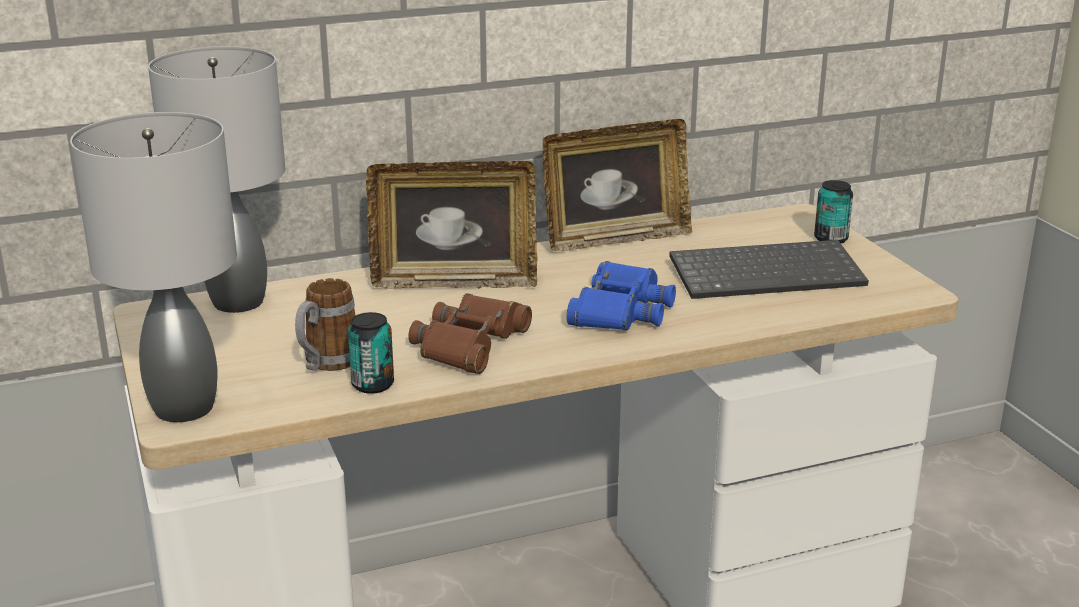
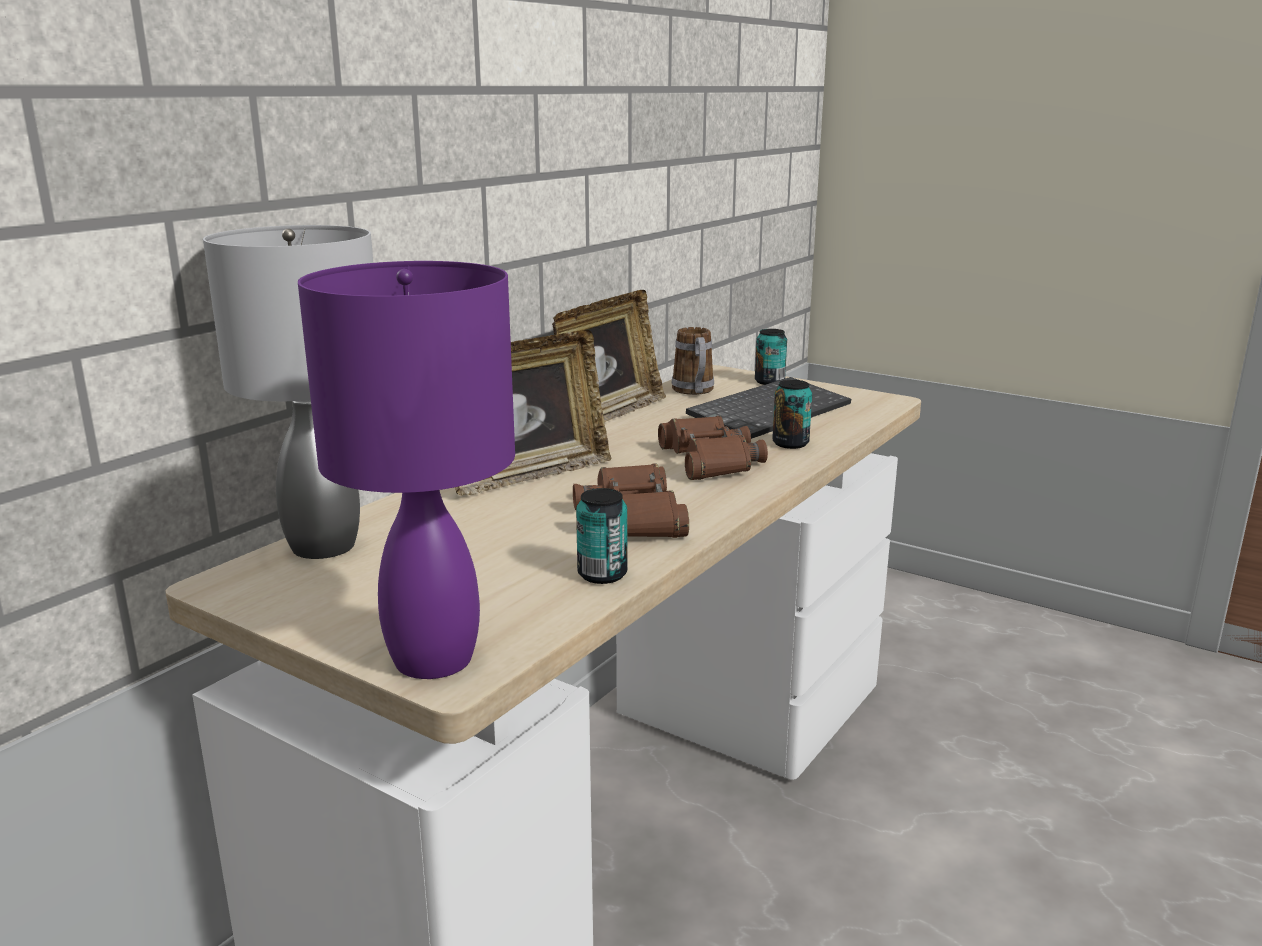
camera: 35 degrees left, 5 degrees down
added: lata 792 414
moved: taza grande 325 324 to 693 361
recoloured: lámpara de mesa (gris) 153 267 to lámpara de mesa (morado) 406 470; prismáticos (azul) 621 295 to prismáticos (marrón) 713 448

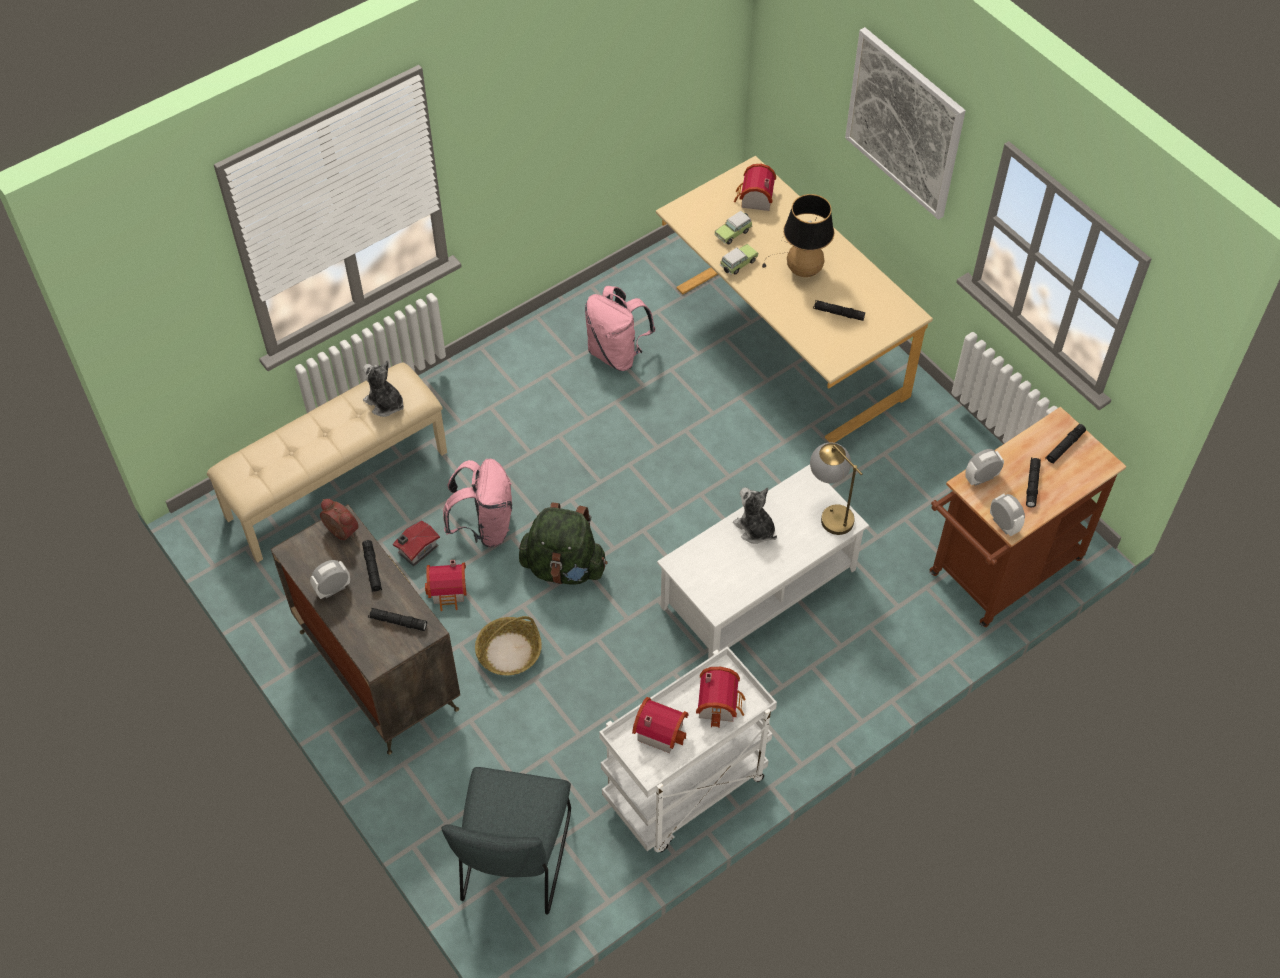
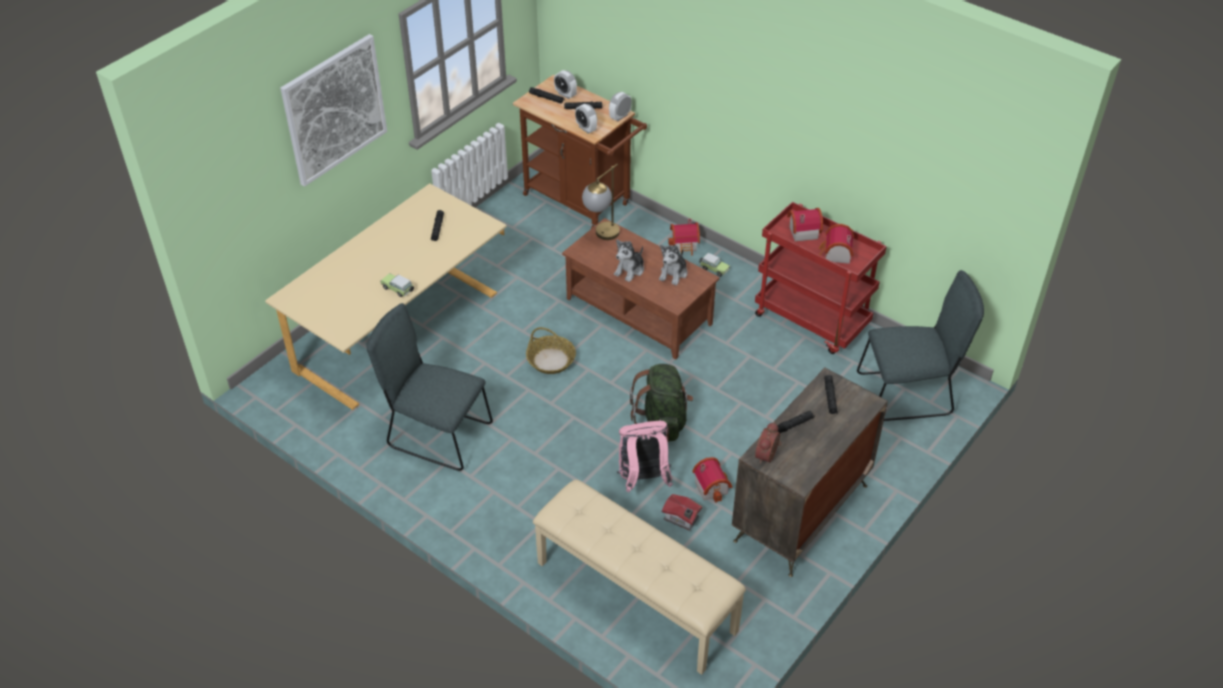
camera: 105 degrees left, 10 degrees down
removed: lámpara de mesa 798 235
moved: despertador 330 579 to 565 84; peluche 383 388 to 673 265; cesta 508 645 to 551 350; coche de juguete 733 228 to 714 265; casita 755 187 to 684 237
replaced: mochila (rosa) 620 328 to silla (gris) 429 387
recoloured: carrito (blanco) 688 749 to carrito (rojo) 821 278; mesa de centro (blanco) 763 561 to mesa de centro (marrón) 641 289

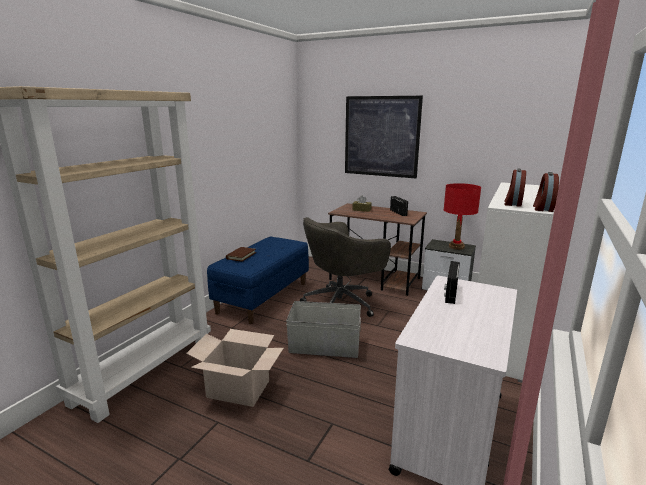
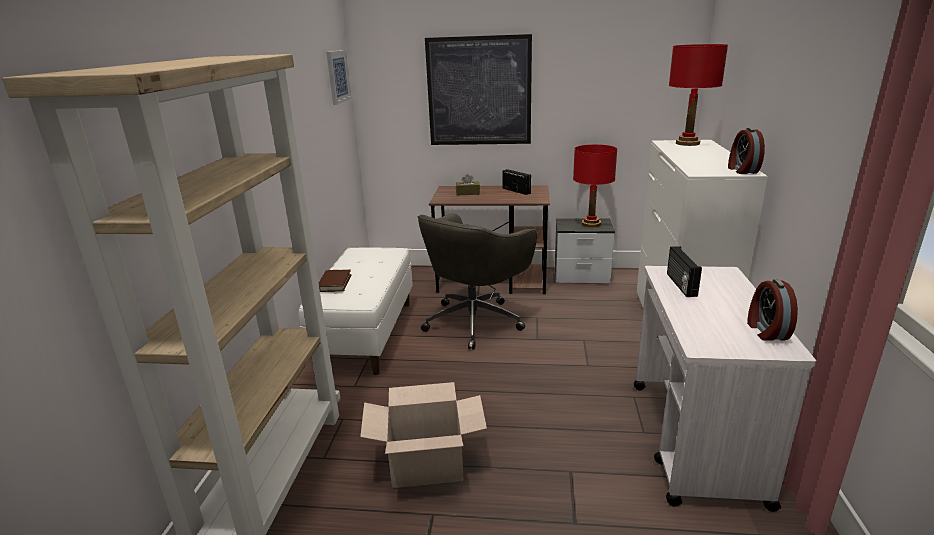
camera: 20 degrees left, 5 degrees up
removed: caja de almacenaje (gris) 323 329
added: cuadro 338 77; lámpara de mesa (rojo) 698 95
moved: despertador 515 188 to 772 310
recoloured: banco (azul) 258 280 to banco (blanco) 356 311

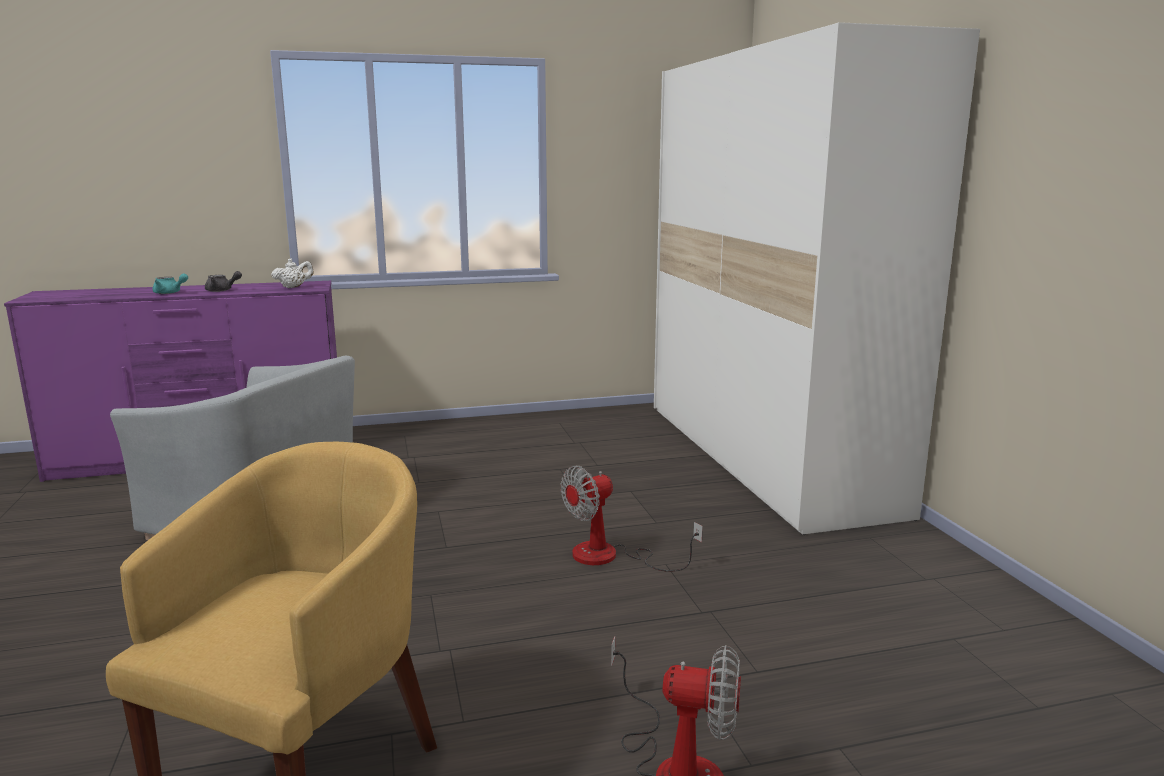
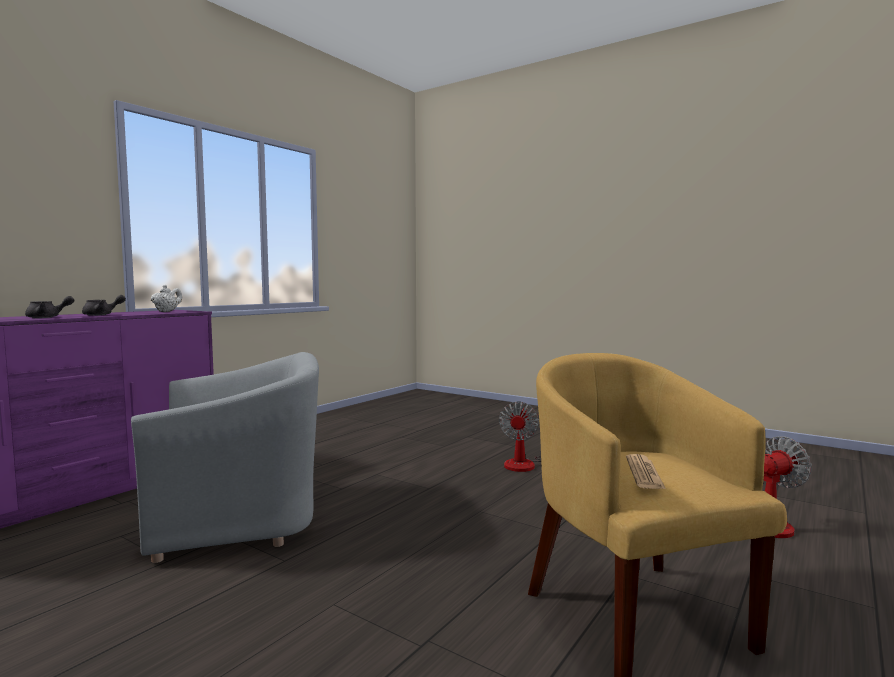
camera: 40 degrees left, 10 degrees down
removed: armario ropero (blanco) 817 278
added: periódico 646 471
recoloured: tetera (turquesa) 170 284 to tetera (gris) 50 307

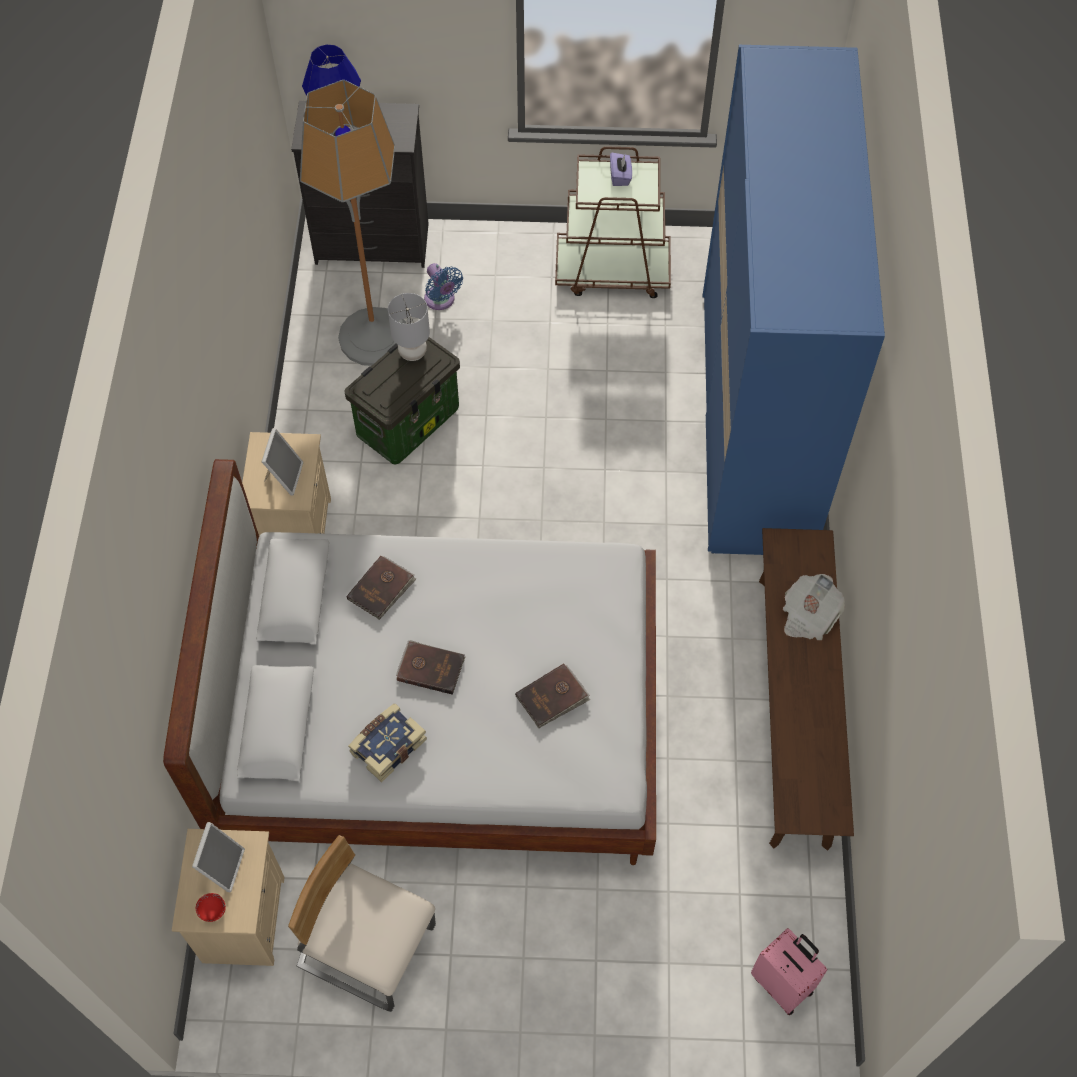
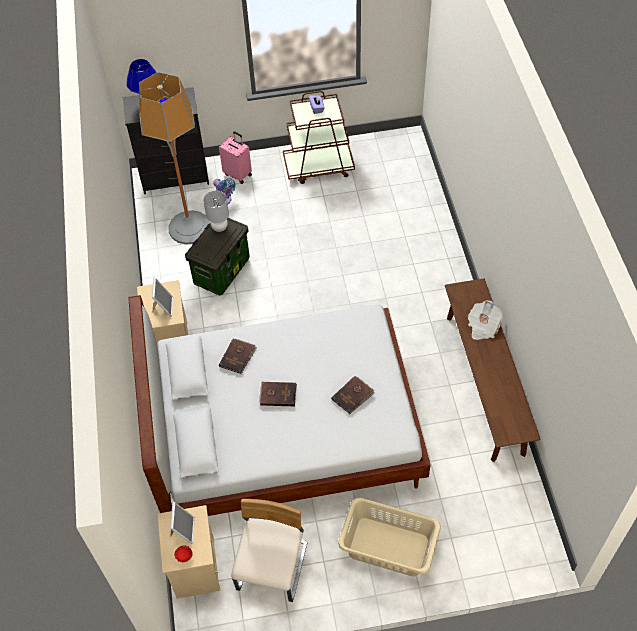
camera: 10 degrees left, 5 degrees down
removed: libro 387 743; armario ropero (azul) 794 300
added: cesto de la ropa (beis) 389 537
moved: maleta (rosa) 789 971 to 235 157
turned: silla (beis) 362 923 = 269 550 90 degrees clockwise

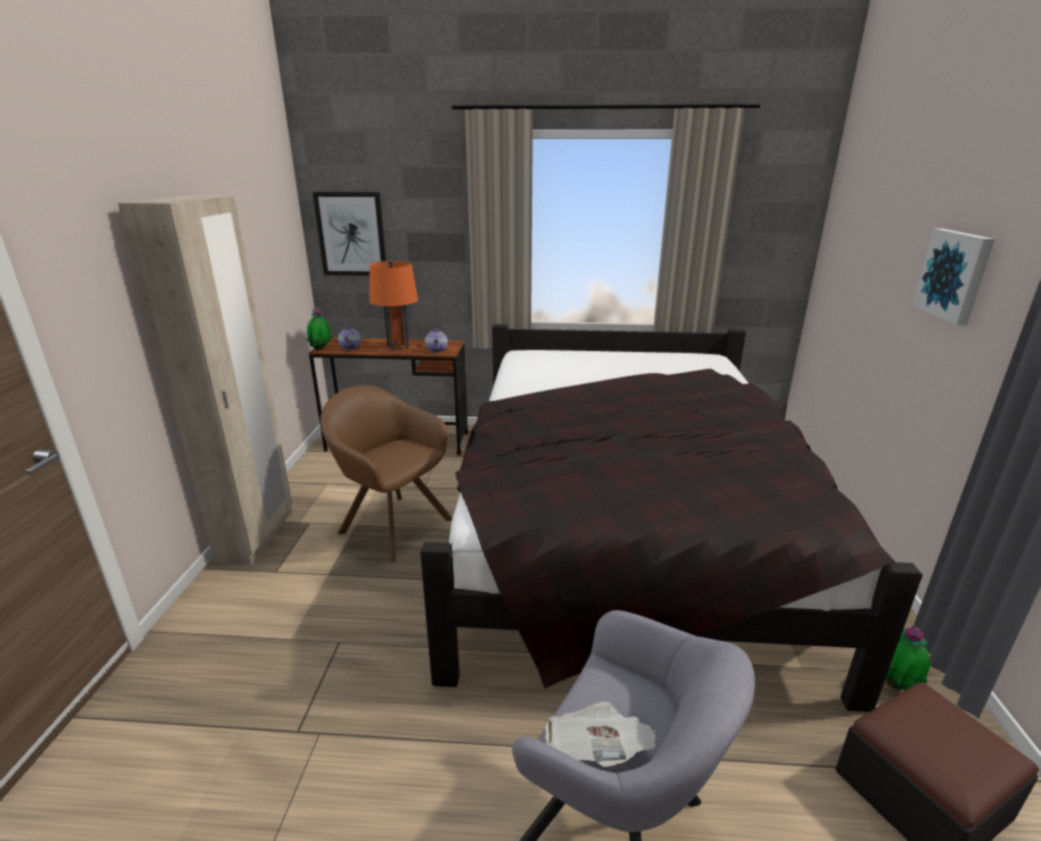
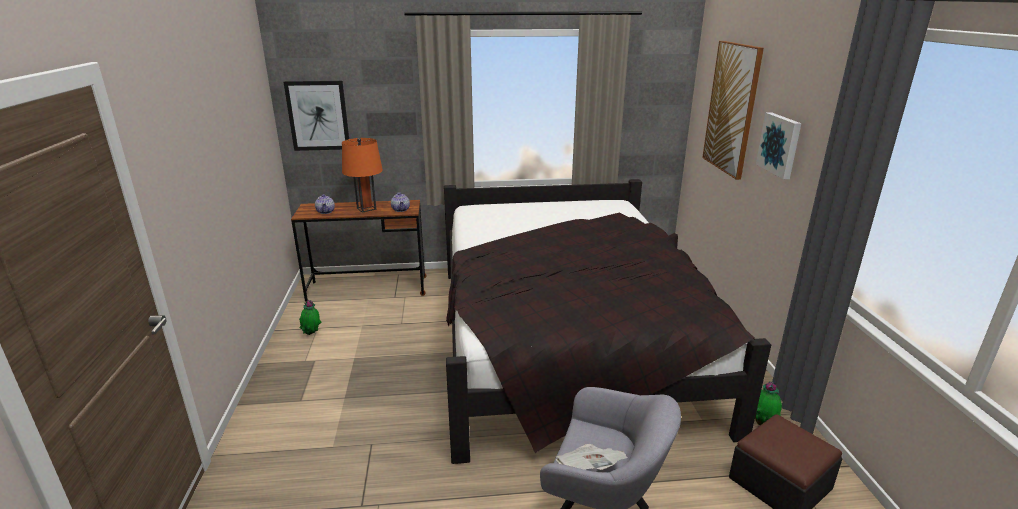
camera: 10 degrees left, 0 degrees up
removed: armario ropero (beis) 205 380; sillón (marrón) 386 473
added: cuadro 733 110
moved: planta en maceta 319 328 to 310 317

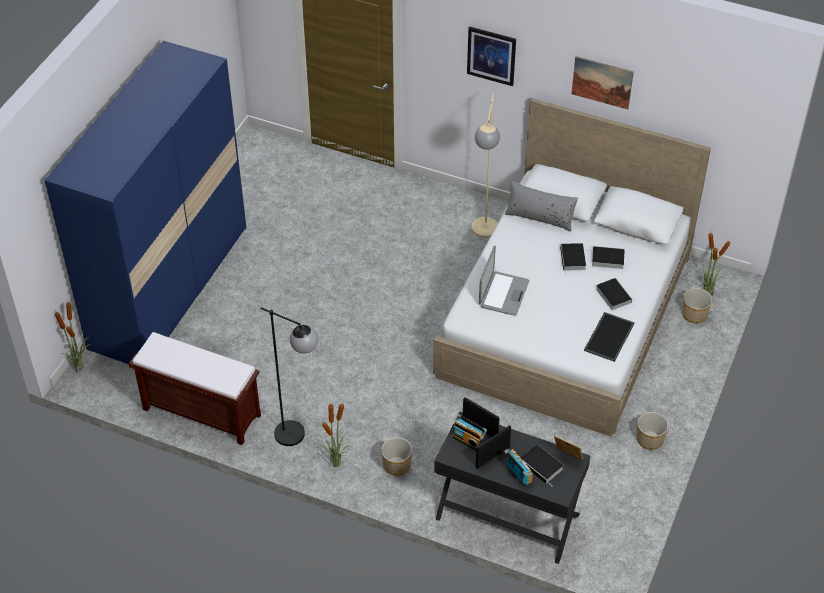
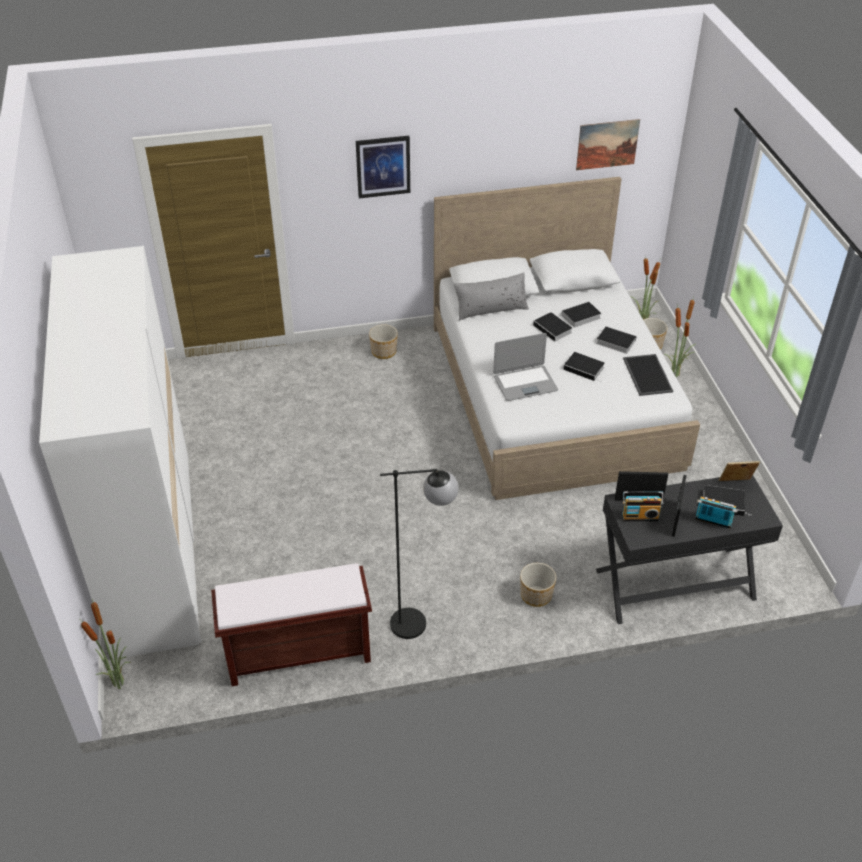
camera: 35 degrees left, 5 degrees down
removed: lámpara de pie (beis) 486 166
added: libro 584 367
moved: planta en maceta 335 435 to 680 337; cuadro 603 83 to 608 144; maceta 652 431 to 383 341
recoloured: armario ropero (azul) 145 202 to armario ropero (blanco) 120 452
turned: portátil 504 280 = 525 367 90 degrees clockwise

